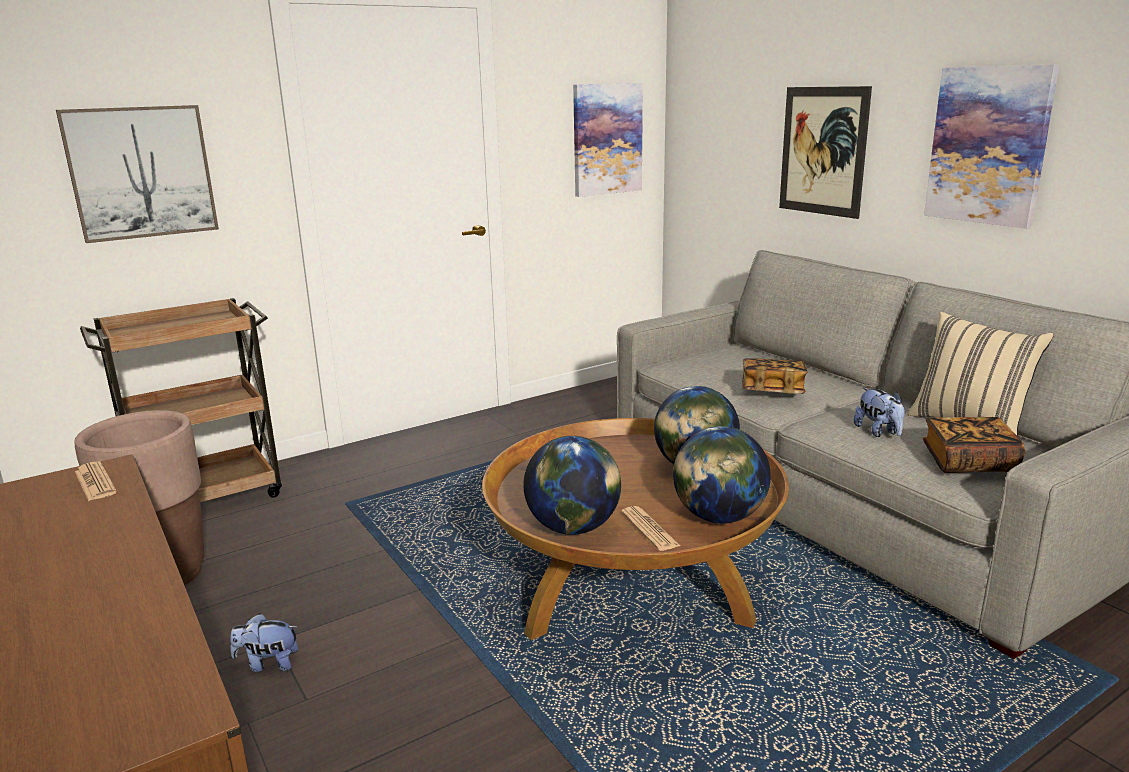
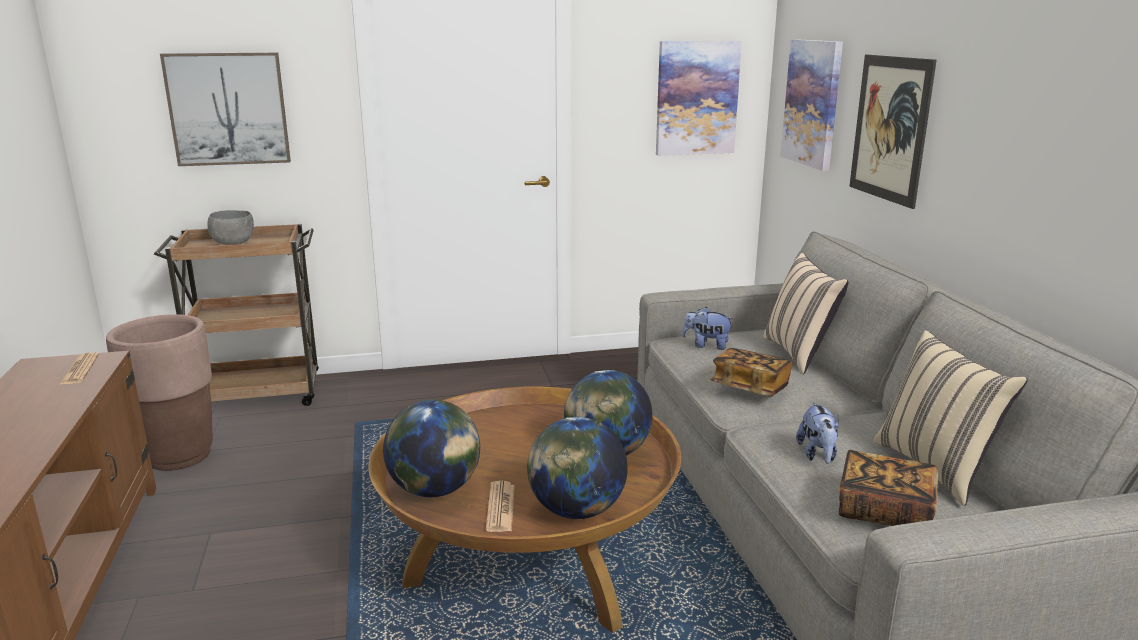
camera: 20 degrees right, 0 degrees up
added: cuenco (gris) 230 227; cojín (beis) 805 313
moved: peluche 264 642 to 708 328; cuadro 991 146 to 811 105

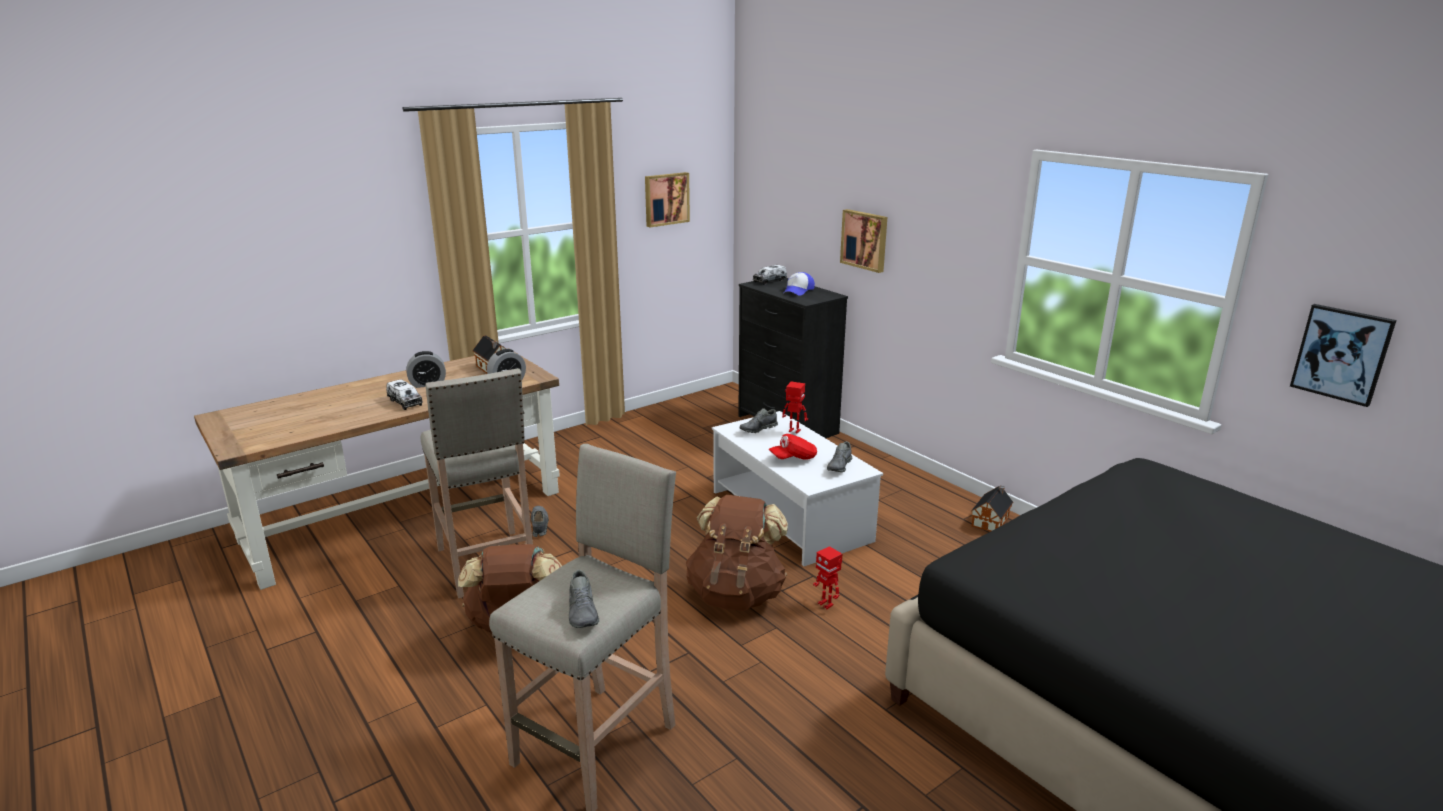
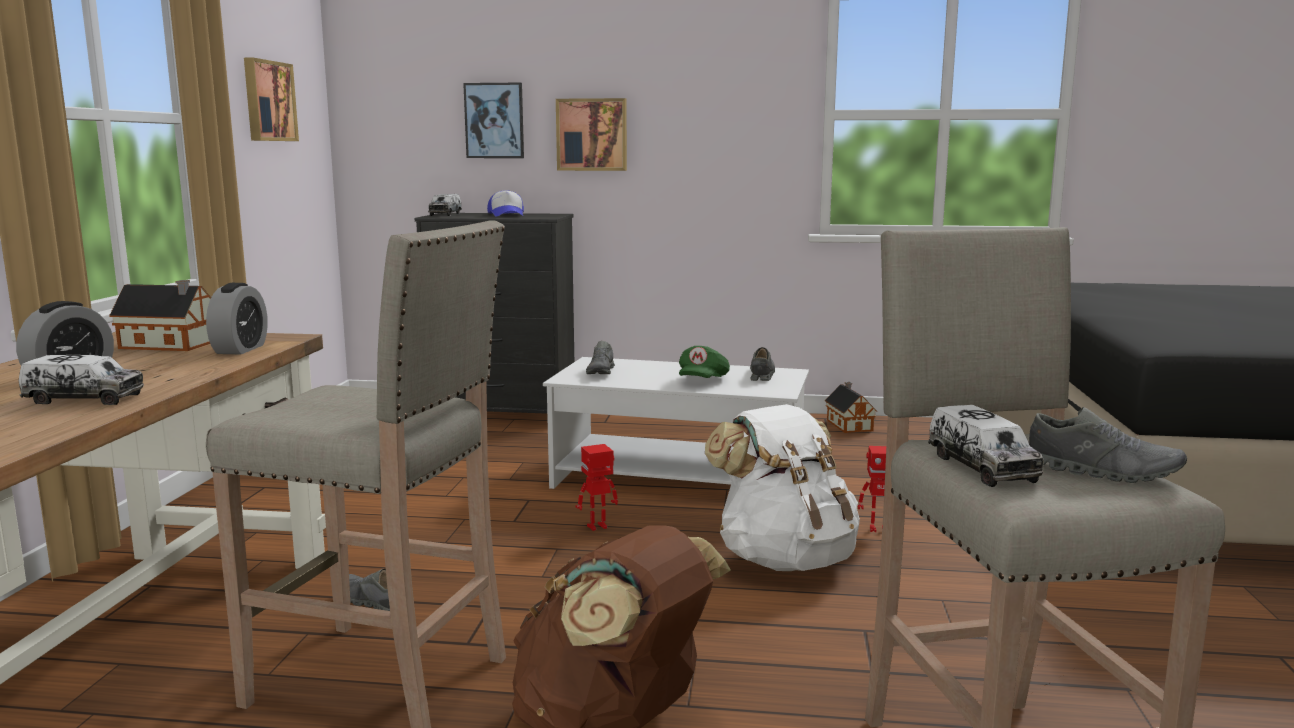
camera: 45 degrees left, 10 degrees down
added: camión de juguete 986 446
moved: robot de juguete 795 407 to 596 487; cuadro 1343 355 to 493 120
recoloured: mochila (marrón) 737 553 to mochila (blanco) 782 487; gorra (rojo) 793 447 to gorra (verde) 704 362
turned: zapato (gris) 839 456 = 762 364 150 degrees counterclockwise

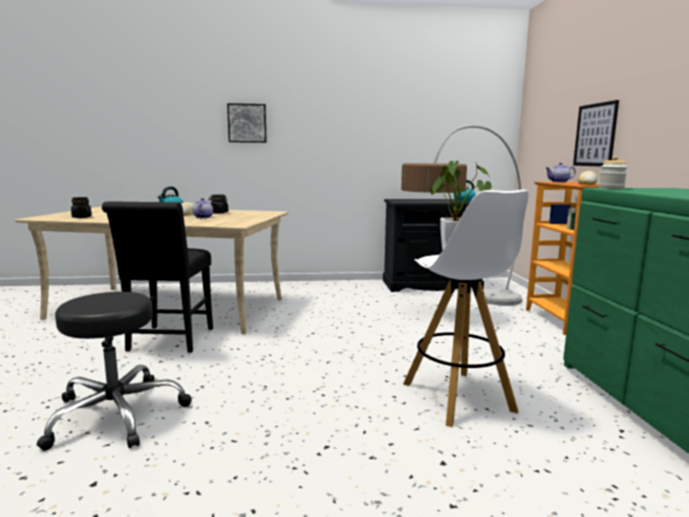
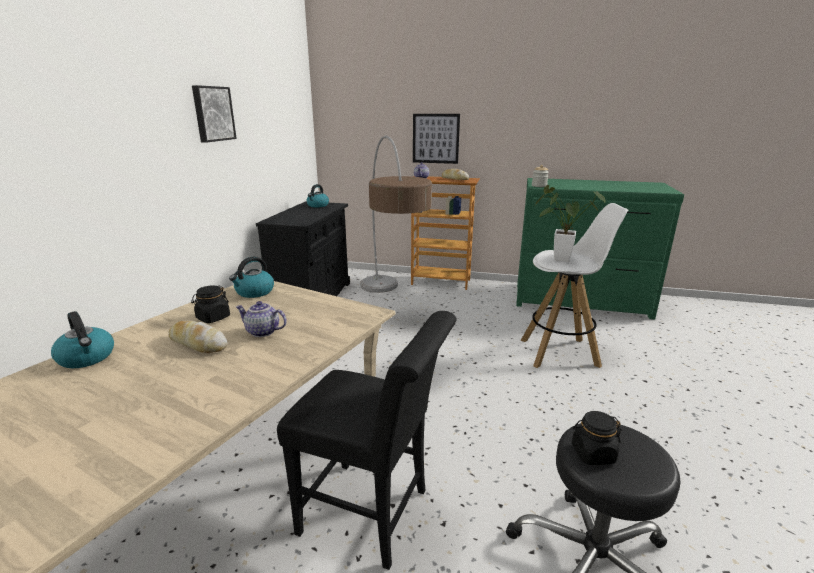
camera: 70 degrees left, 10 degrees up
added: hervidor 251 277
moved: tarro (negro) 81 207 to 597 438; cuadro 247 123 to 214 114

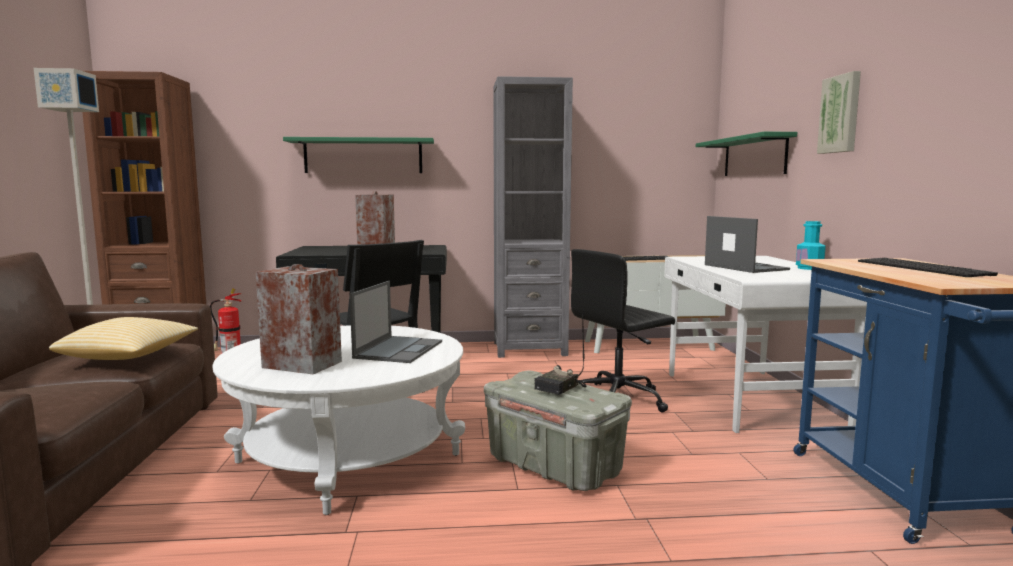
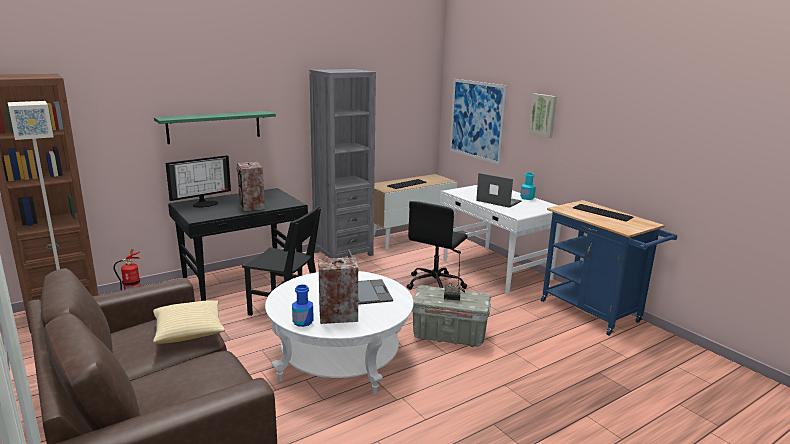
camera: 30 degrees left, 10 degrees up
added: monitor 198 181; botella (azul) 303 305
replaced: estante (verde) 746 154 to cuadro 478 122

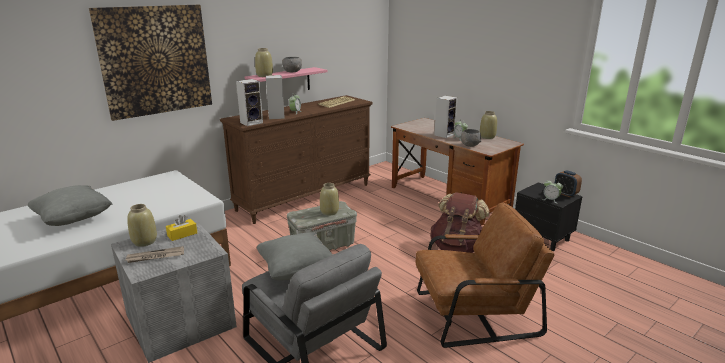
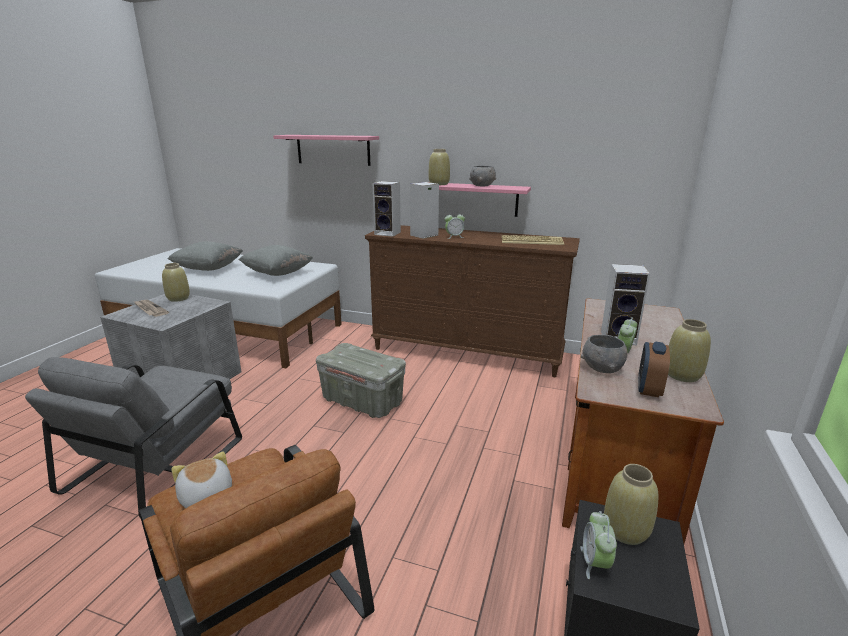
camera: 60 degrees right, 0 degrees up
removed: caja de pañuelos (amarillo) 181 228; mochila (marrón) 460 222
added: peluche 201 480
moved: cojín (gris) 294 256 to 276 260; florero (beis) 329 199 to 631 504; despertador 568 183 to 654 369
replaced: cuadro 150 63 to estante (rosa) 326 150

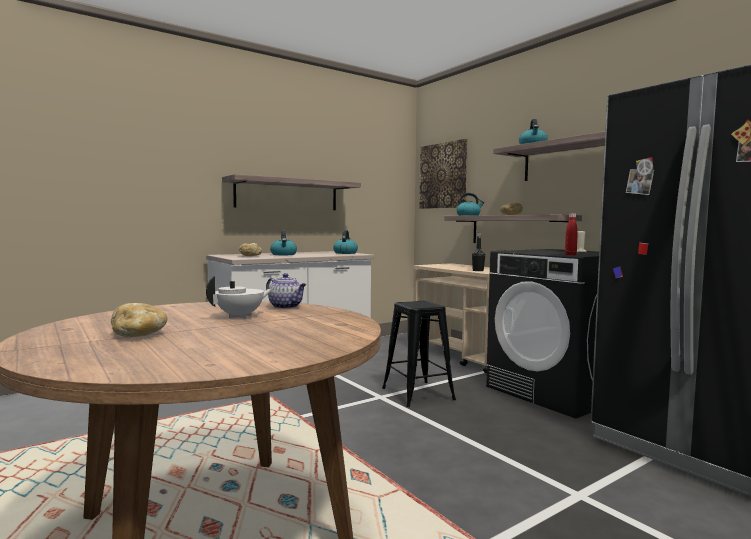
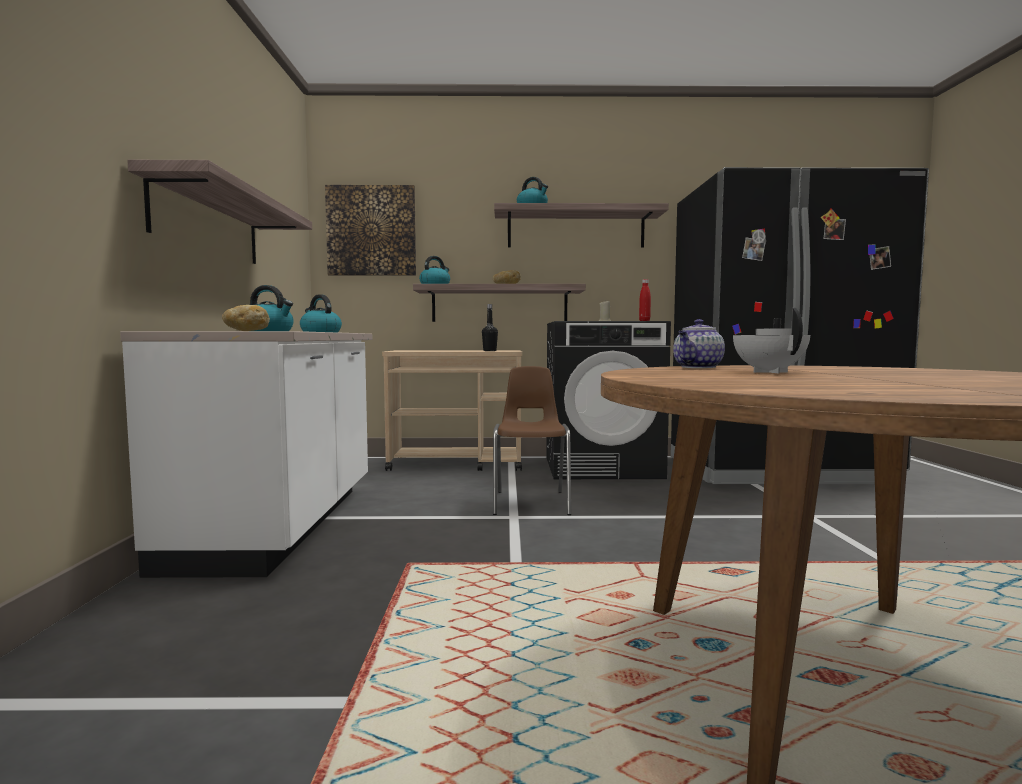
camera: 55 degrees left, 0 degrees up
removed: pan 139 320
replaced: taburete (negro) 419 354 to silla (marrón) 532 440
turned: tetera 286 291 = 699 343 150 degrees clockwise

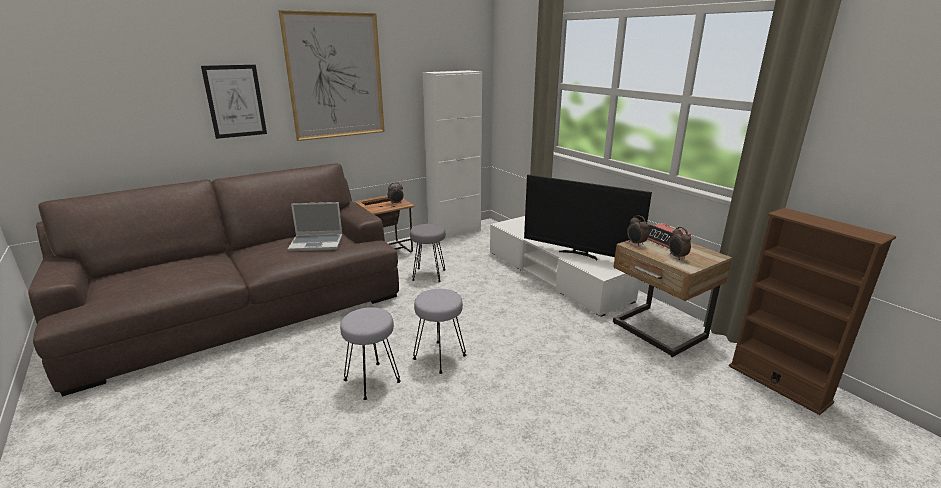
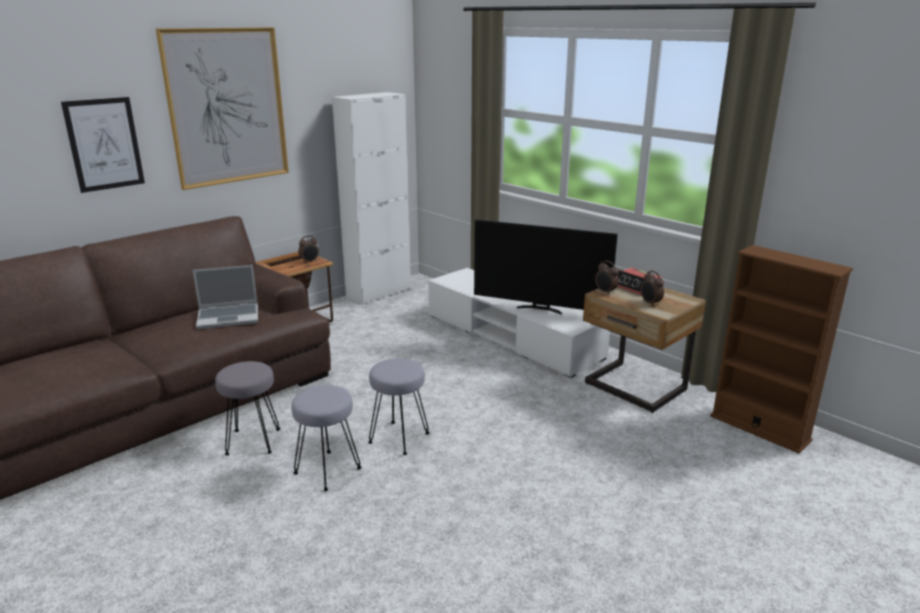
camera: 10 degrees left, 0 degrees up
moved: taburete (gris) 428 253 to 247 408

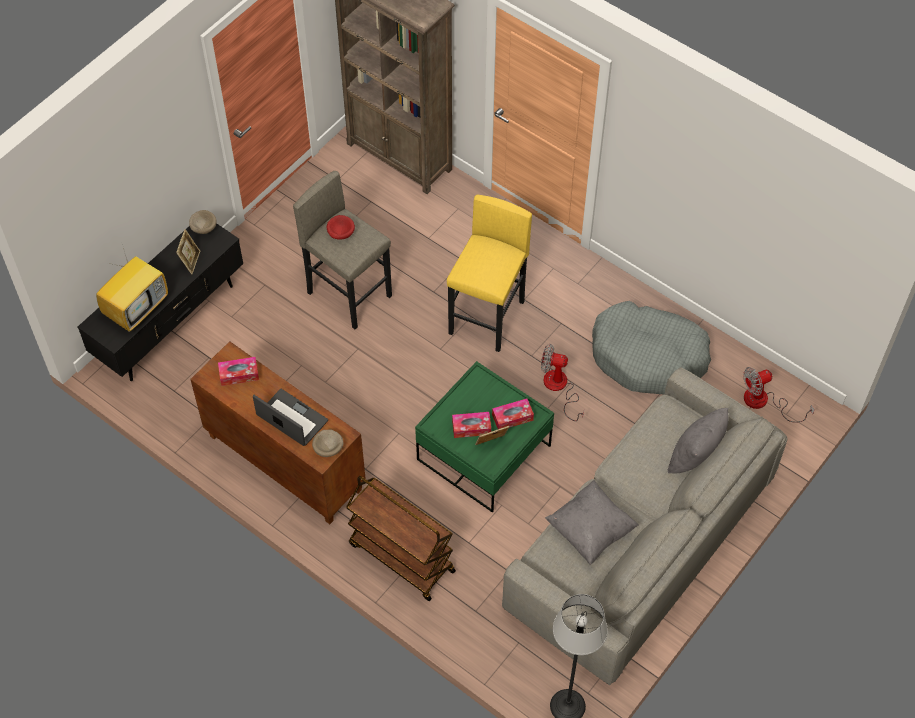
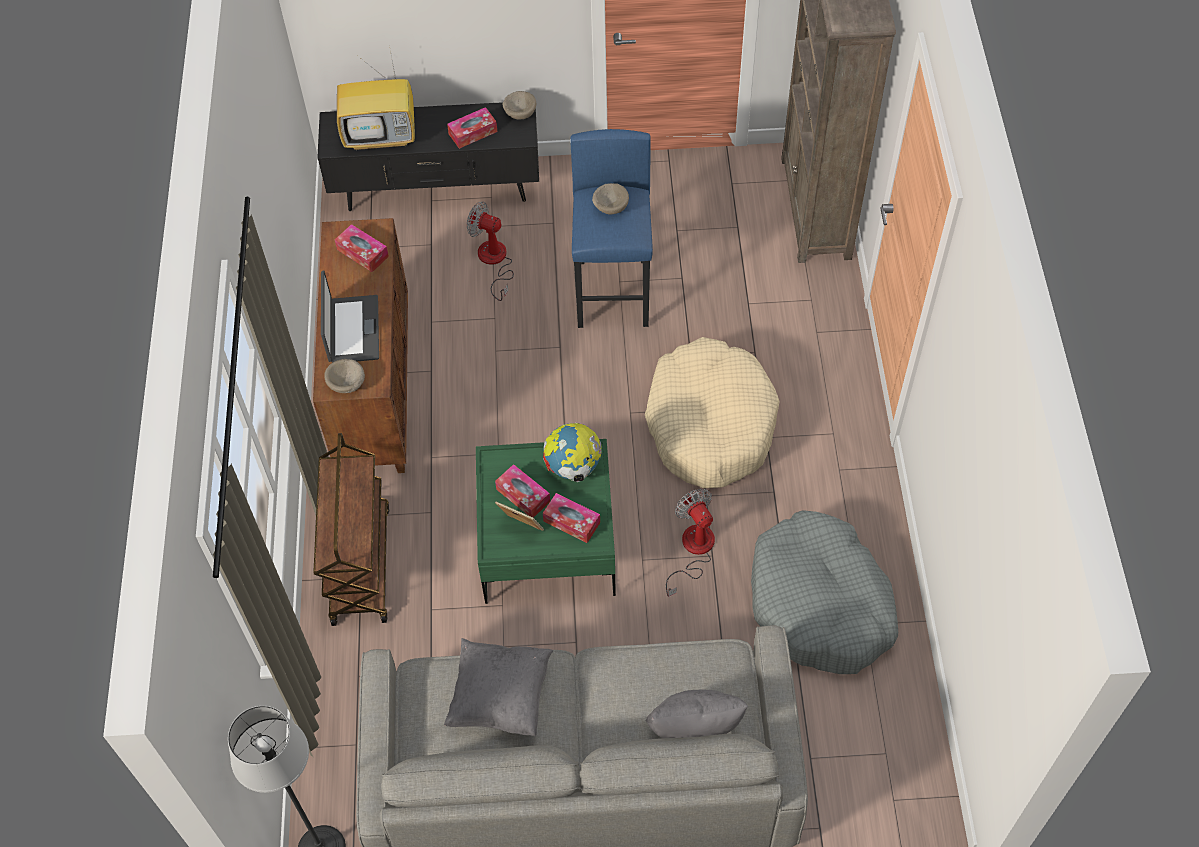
camera: 50 degrees right, 0 degrees up
added: globo terráqueo 572 452
moved: ventilador 779 394 to 490 251
replaced: portarretratos 188 251 to caja de pañuelos 472 128; taburete (amarillo) 489 273 to cama para perro (beis) 712 412
recoloured: taburete (gris) 342 250 to taburete (azul) 611 228; cuenco (rojo) 341 227 to cuenco (beis) 610 198

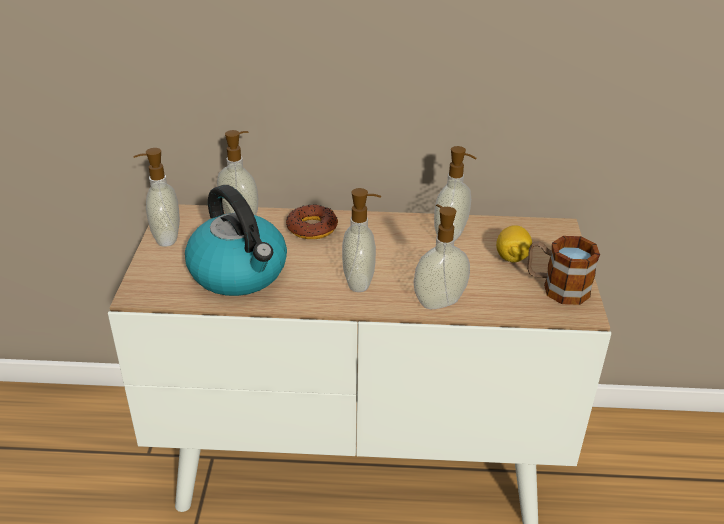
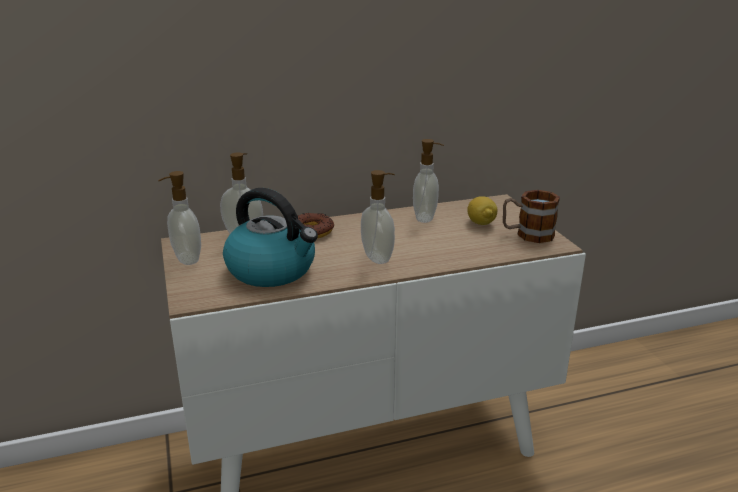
camera: 20 degrees left, 10 degrees down
removed: dispensador de jabón 442 256

